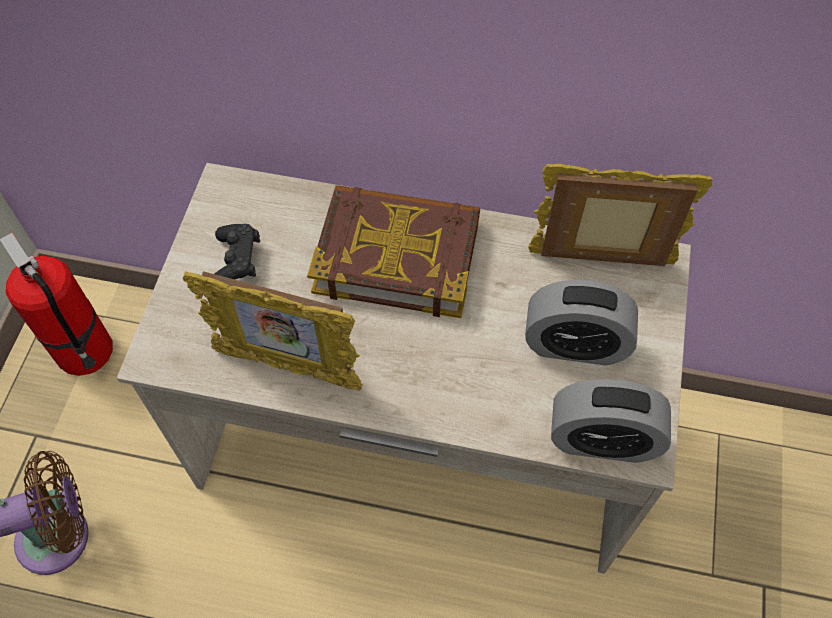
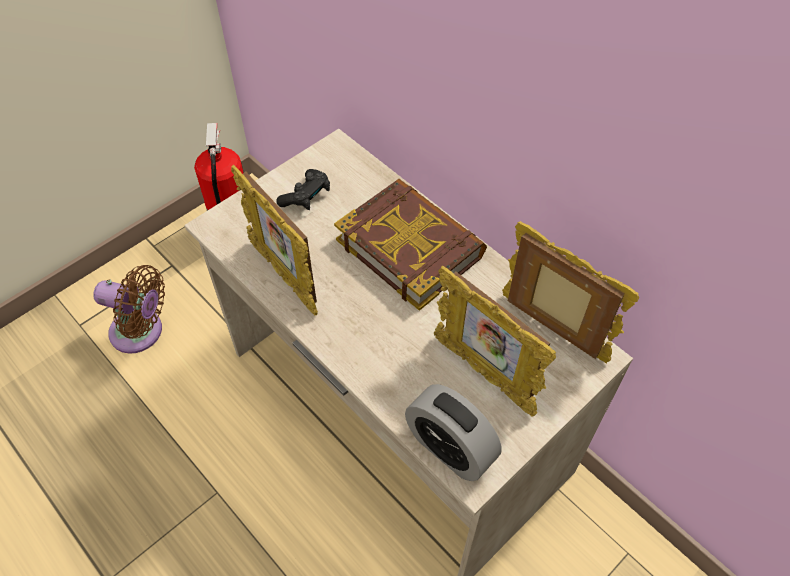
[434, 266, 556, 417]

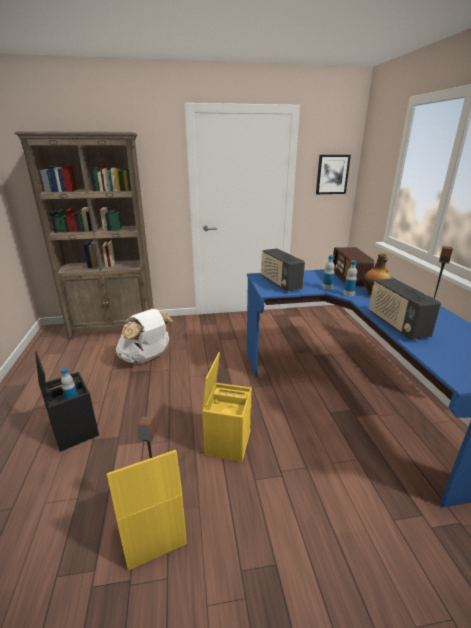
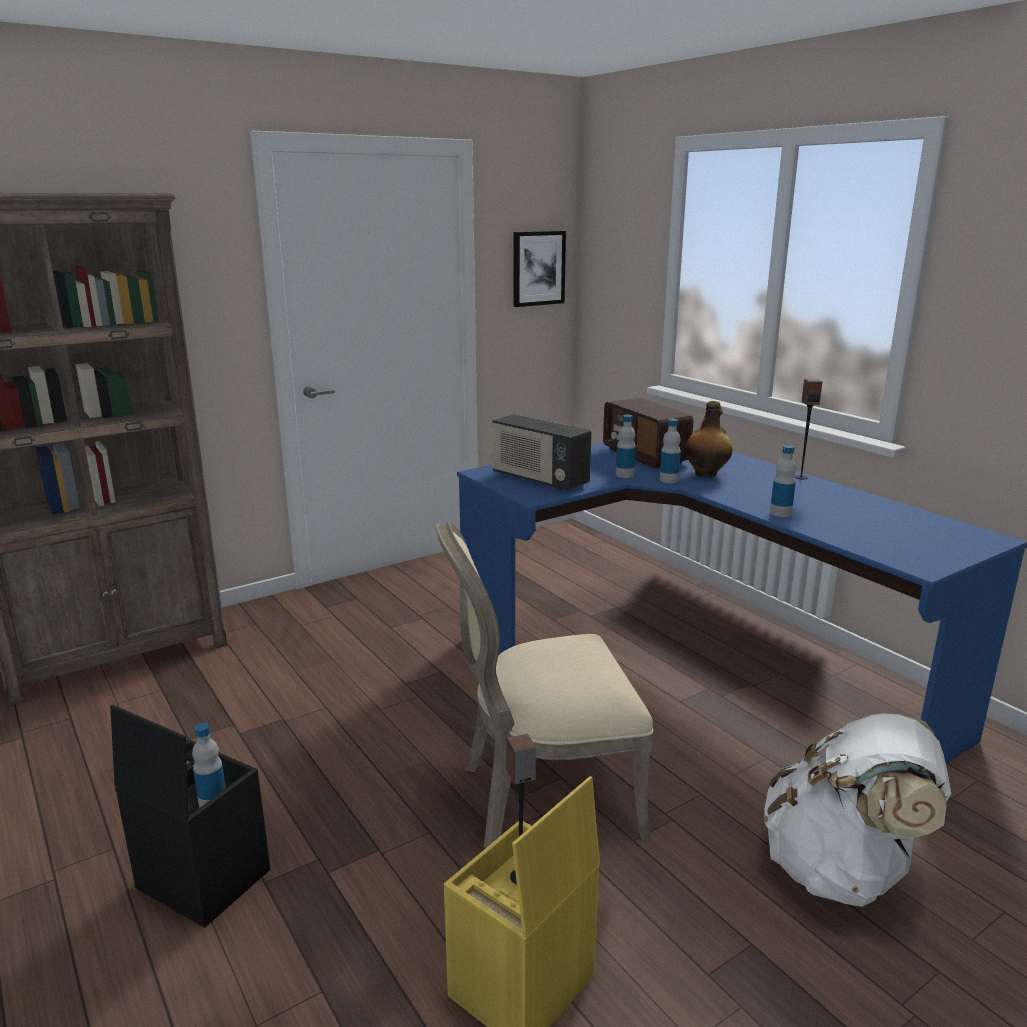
[764, 713, 951, 907]
[435, 521, 653, 848]
[770, 445, 796, 517]

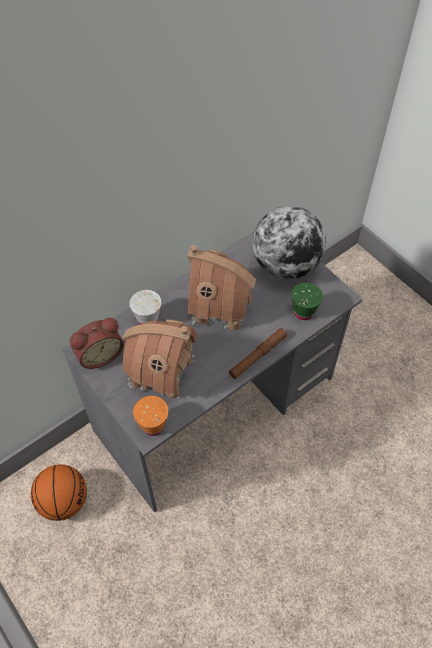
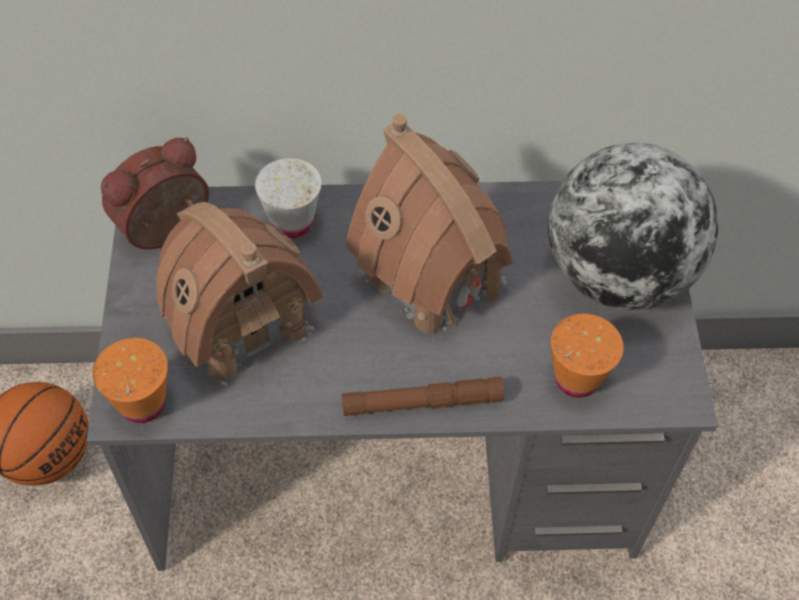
[550, 314, 624, 398]
[101, 137, 209, 250]

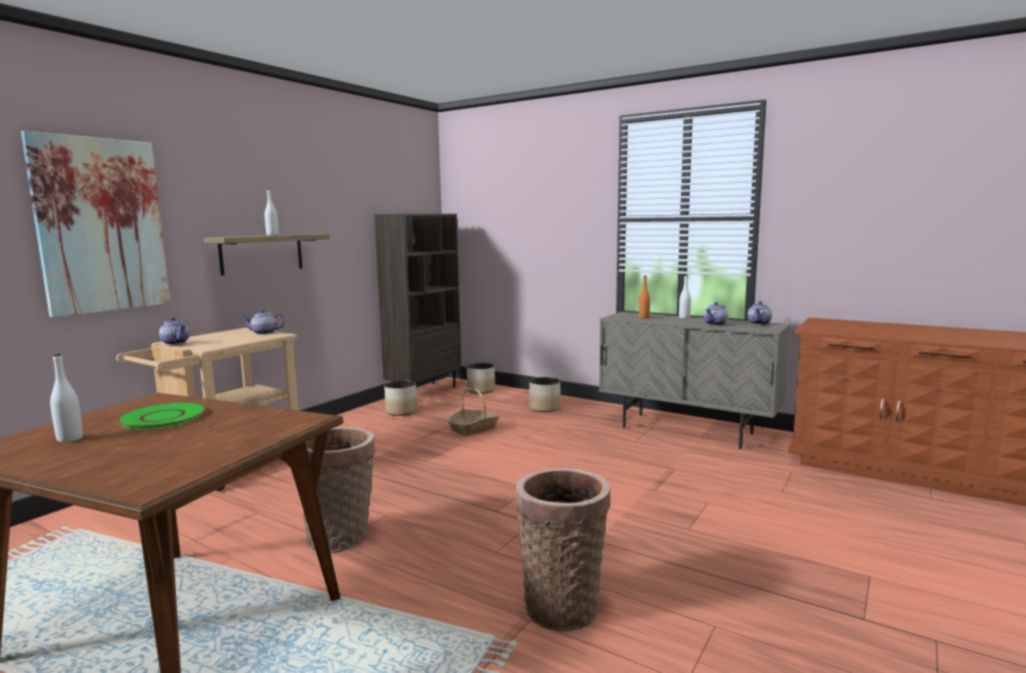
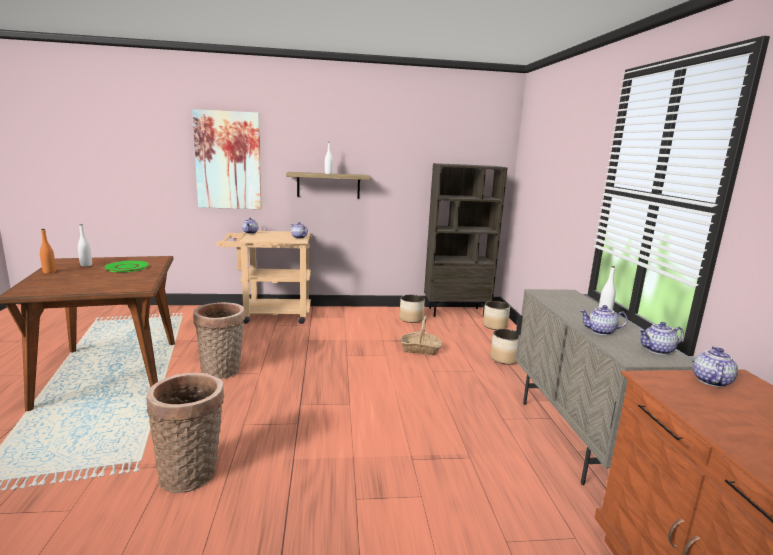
[693, 347, 738, 387]
[40, 229, 56, 274]

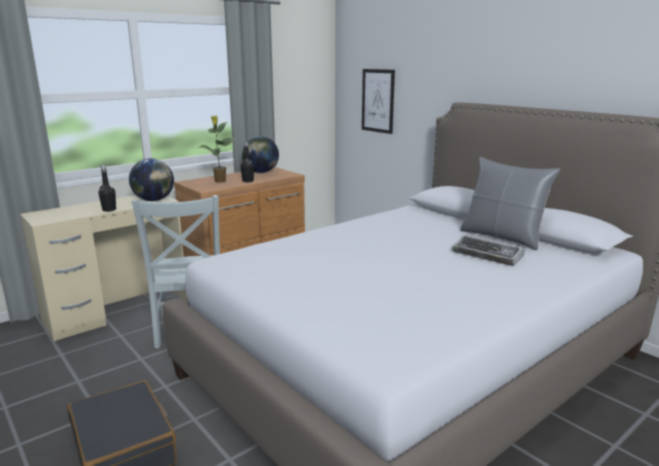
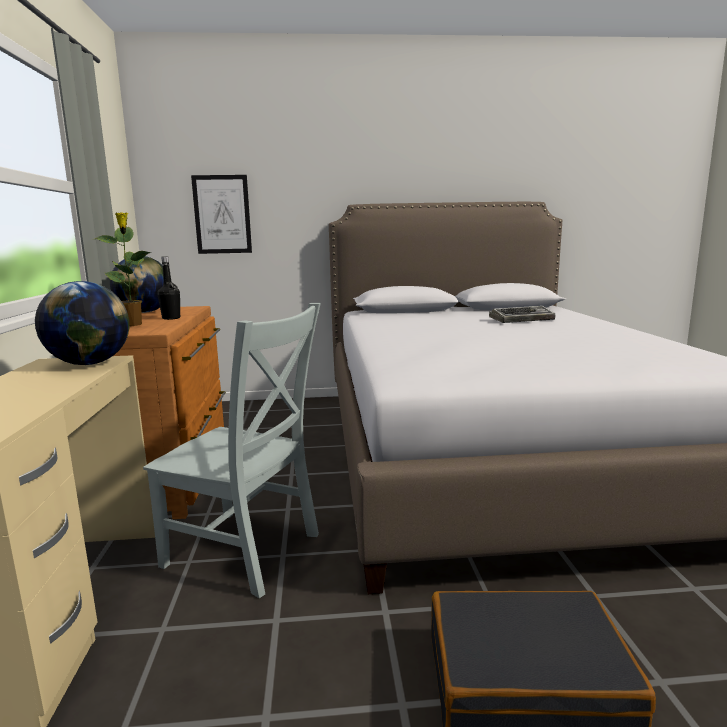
[98, 165, 116, 212] (first image)
[460, 157, 560, 250] (first image)

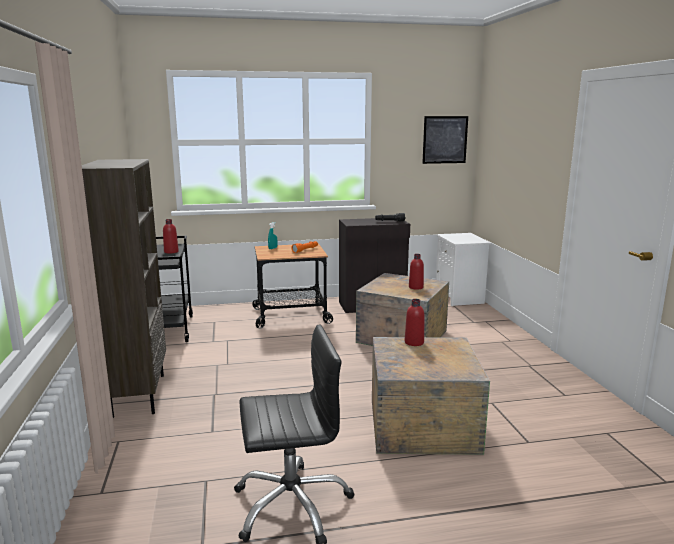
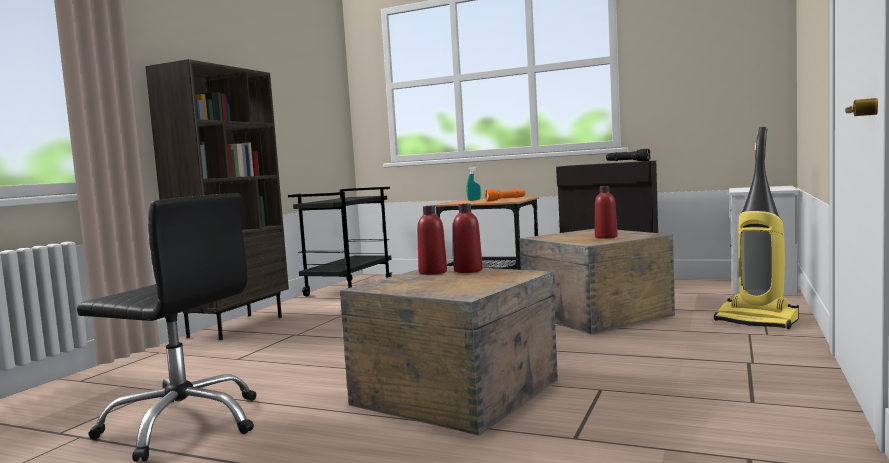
[422, 116, 468, 164] (first image)
[714, 127, 799, 329]
[417, 206, 447, 275]

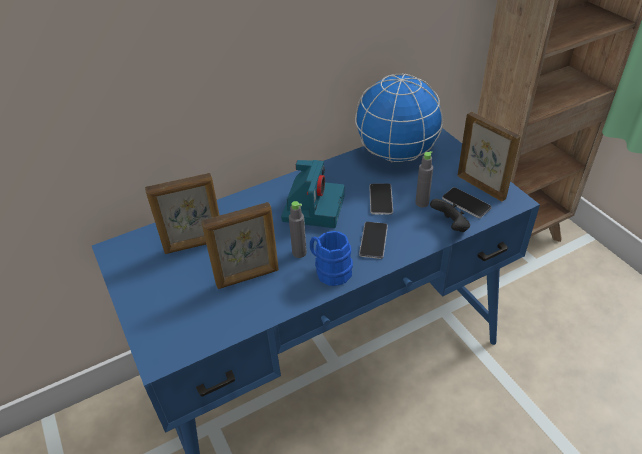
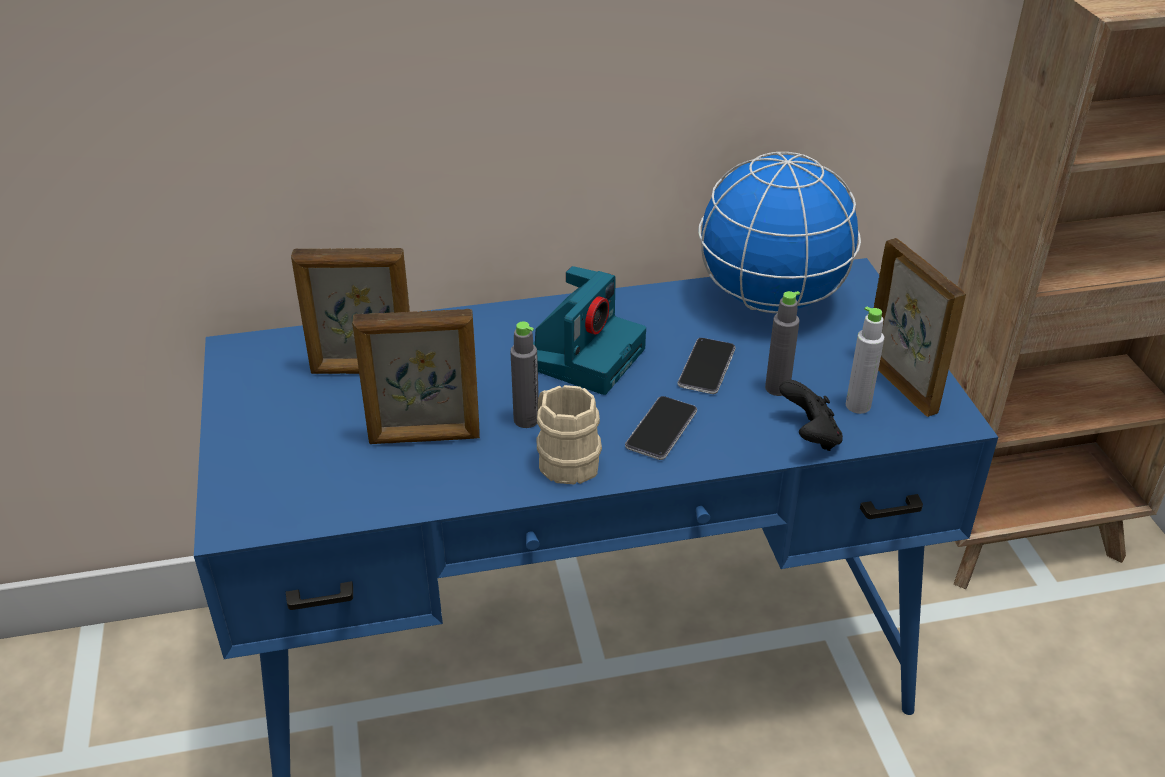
[846, 306, 884, 414]
[536, 385, 602, 485]

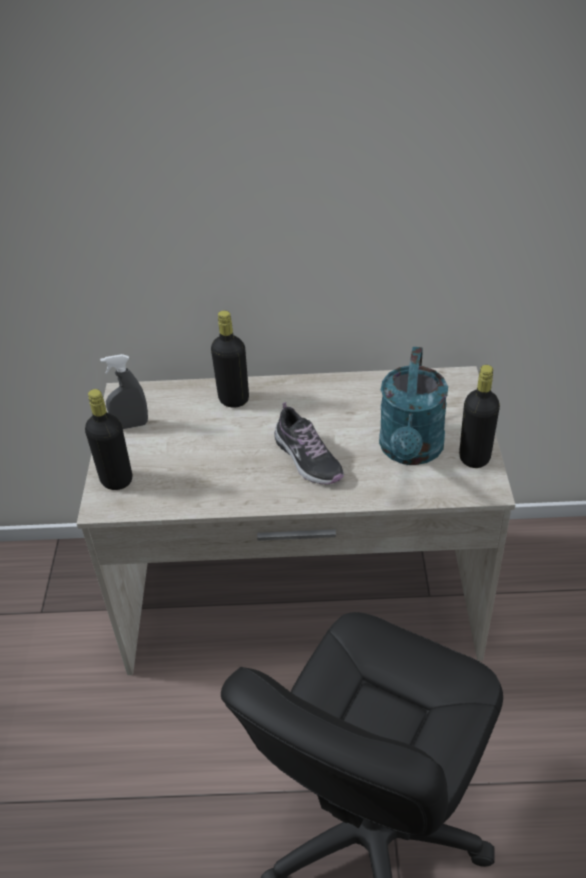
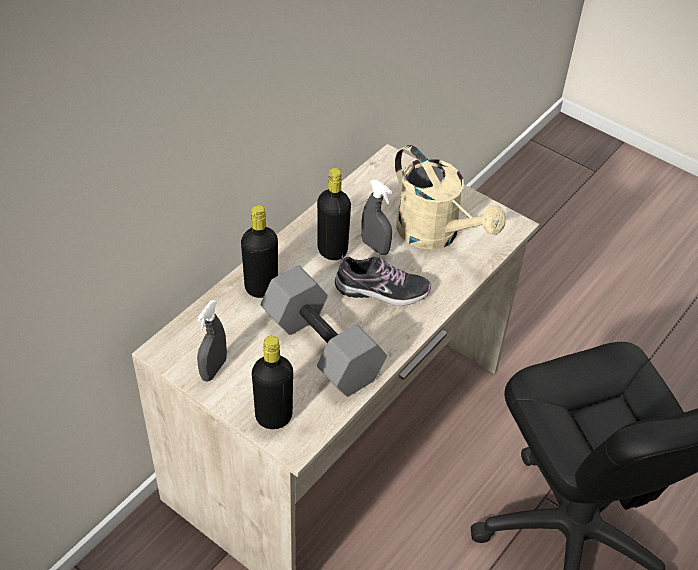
[261, 266, 387, 397]
[361, 179, 392, 255]
[317, 168, 351, 260]
[395, 145, 506, 250]

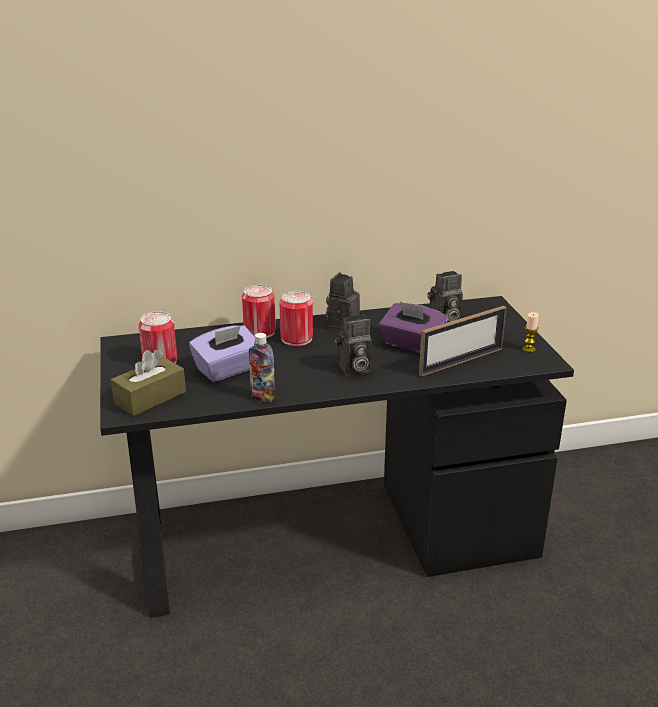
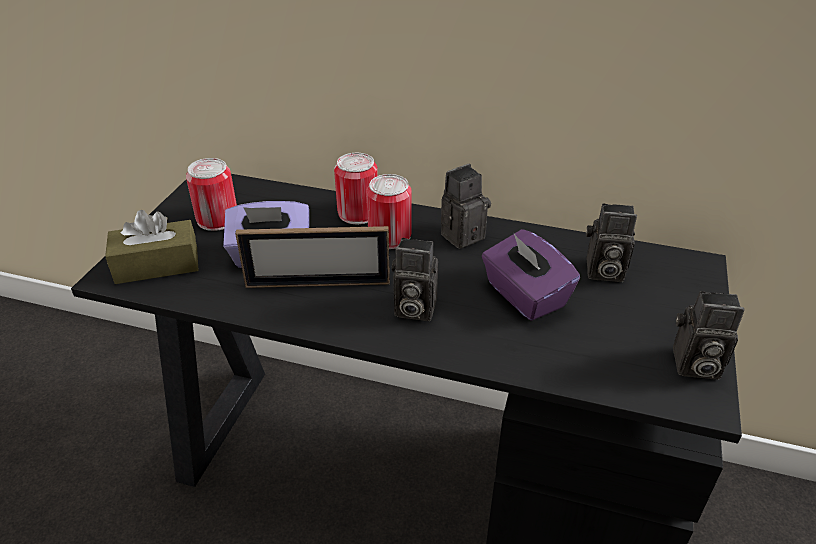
[249, 333, 275, 402] (first image)
[235, 226, 390, 288]
[673, 291, 745, 380]

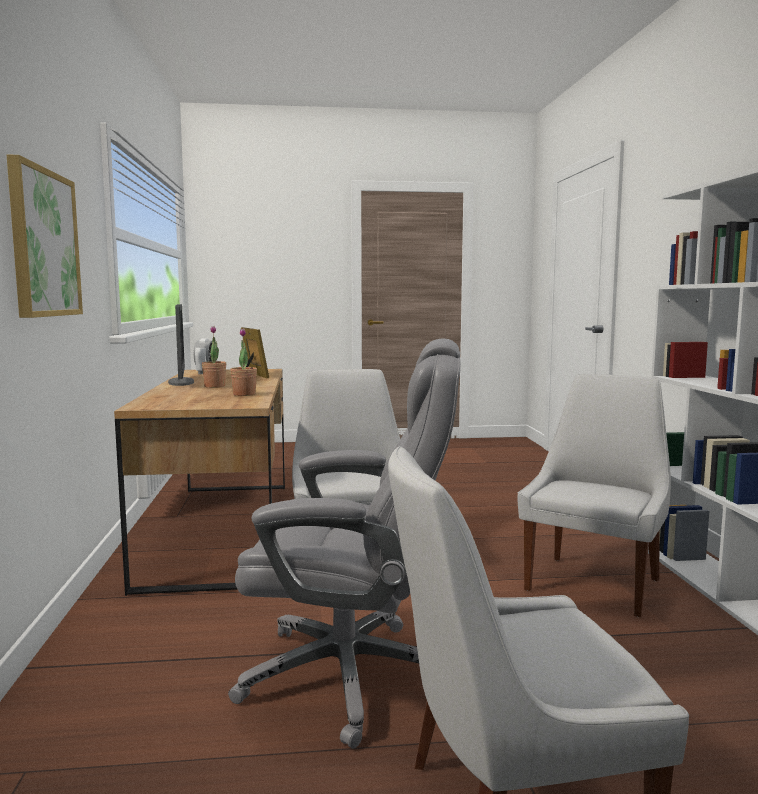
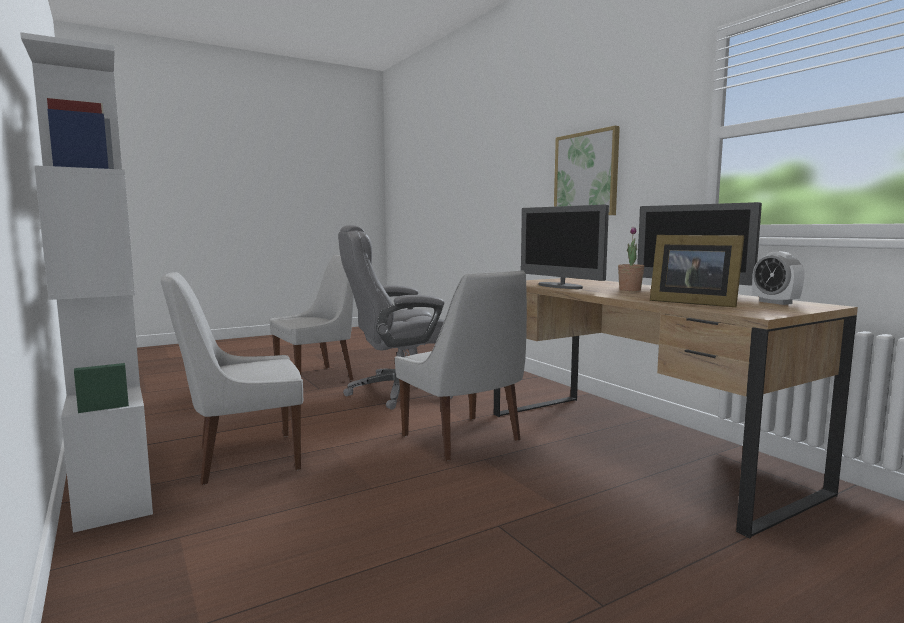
[521, 204, 609, 289]
[161, 272, 303, 485]

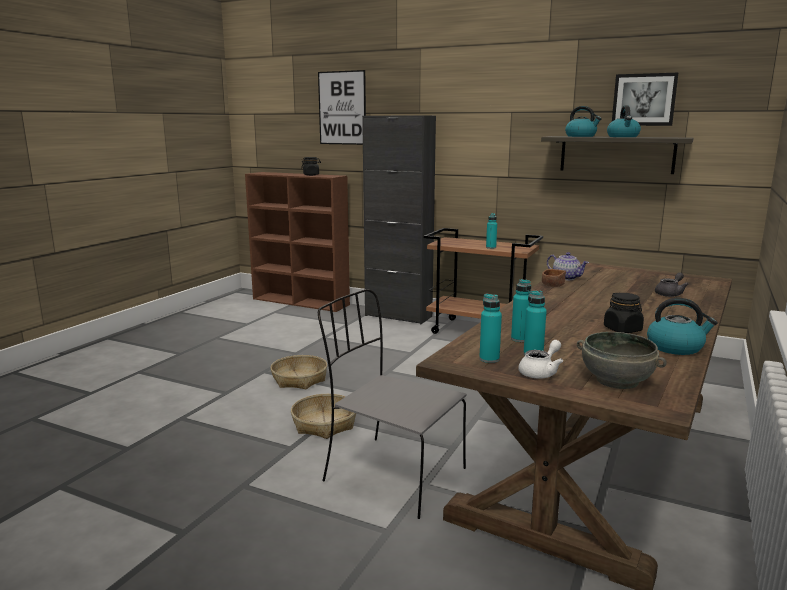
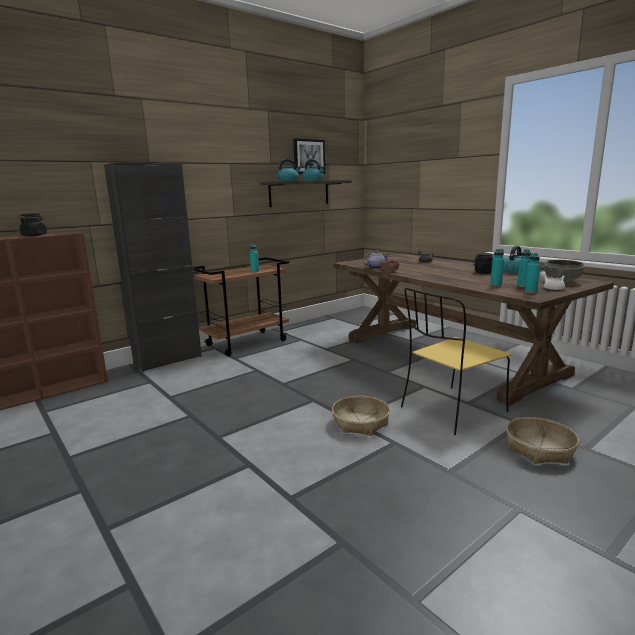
[318, 70, 366, 145] (first image)
[506, 417, 579, 464]
[401, 288, 512, 435]

